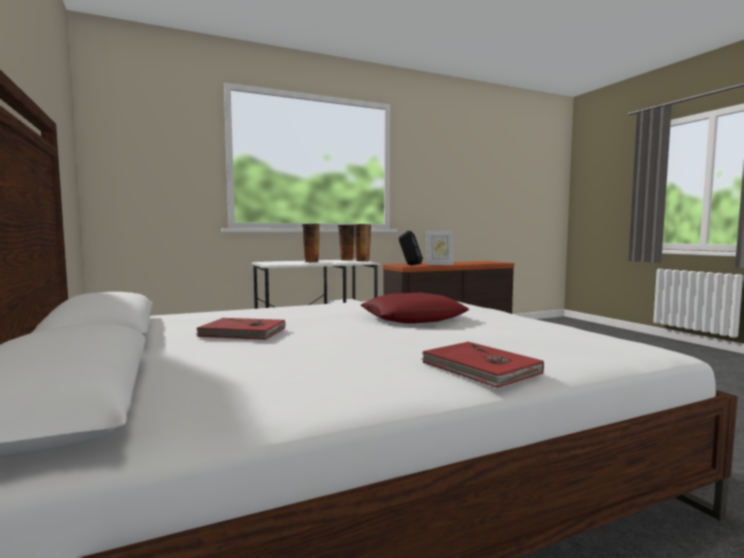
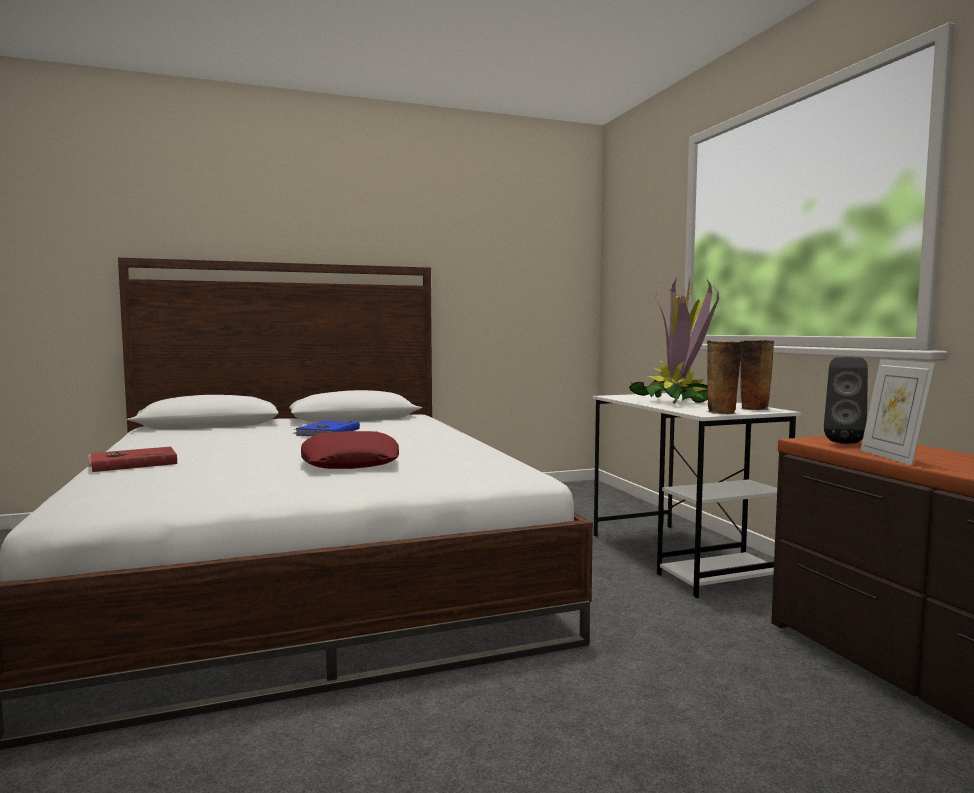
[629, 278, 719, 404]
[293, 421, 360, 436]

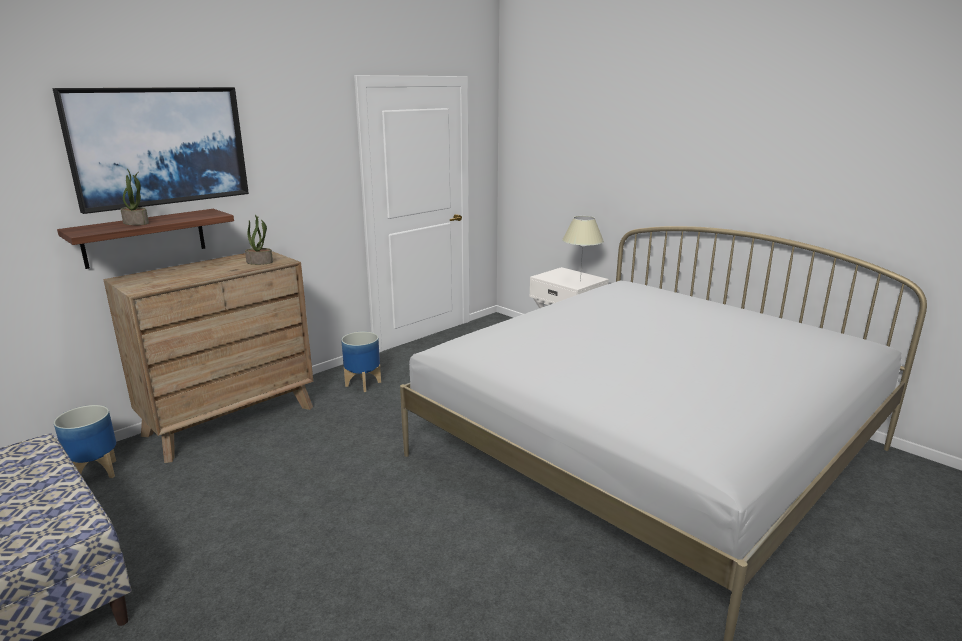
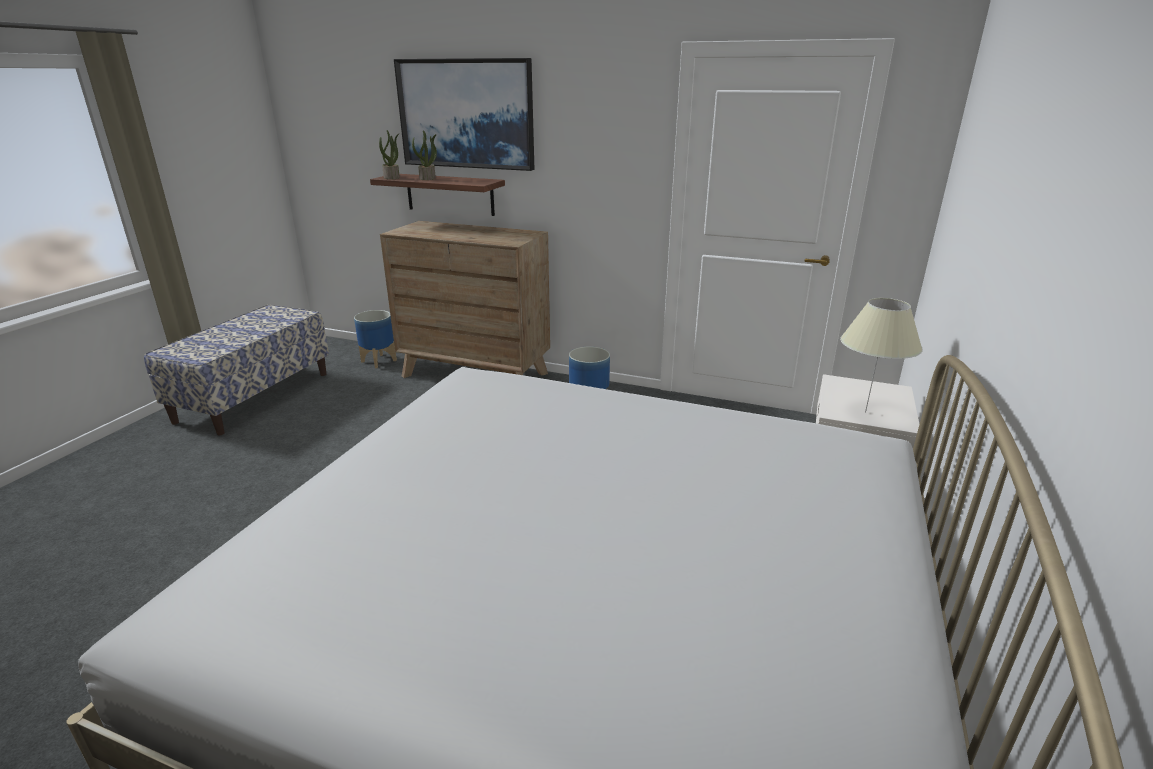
[379, 130, 400, 179]

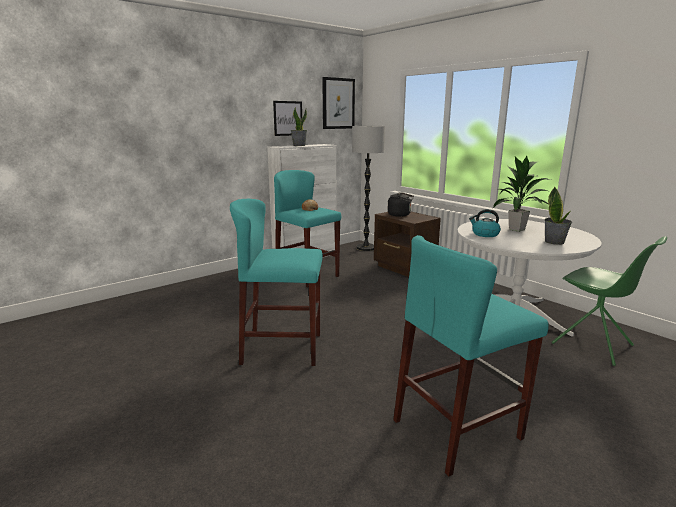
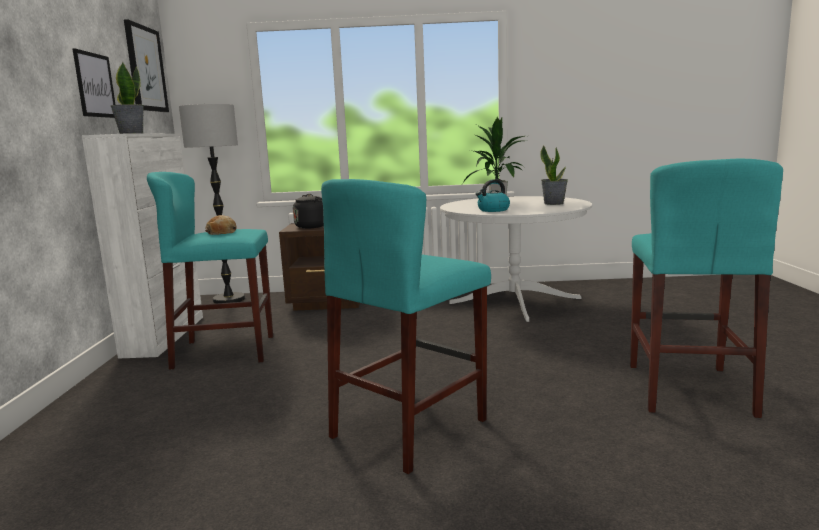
[552, 236, 667, 366] (first image)

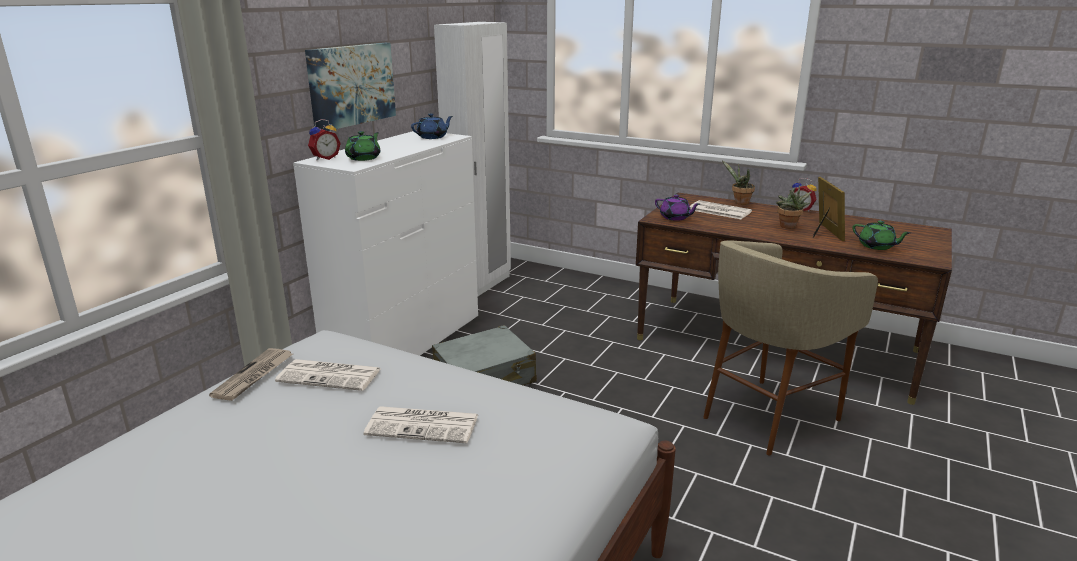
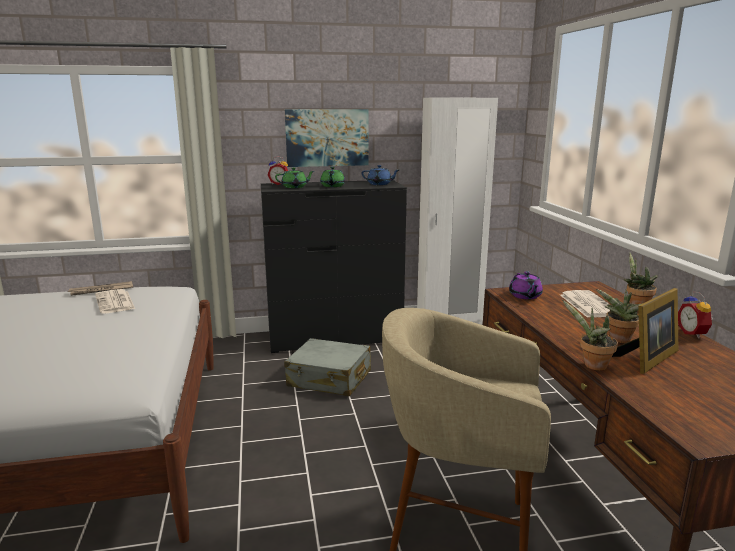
[363, 406, 478, 443] (first image)
[562, 300, 618, 371]
[320, 167, 345, 187]
[261, 180, 407, 353]

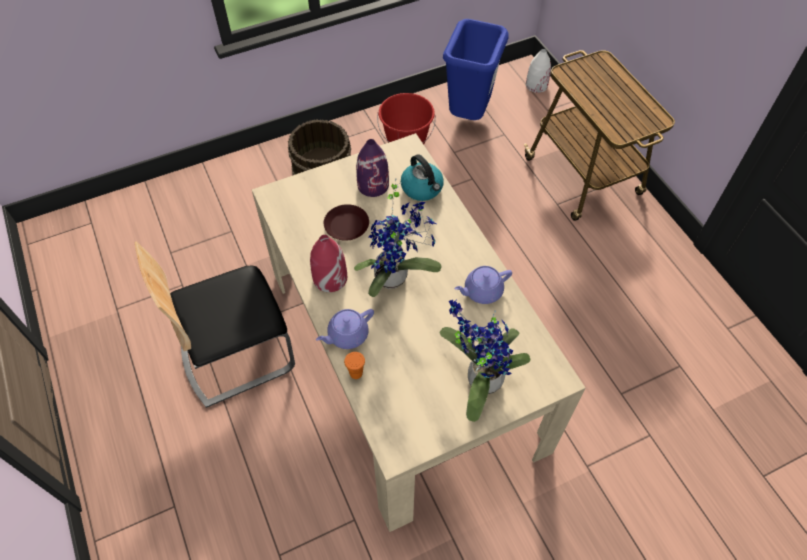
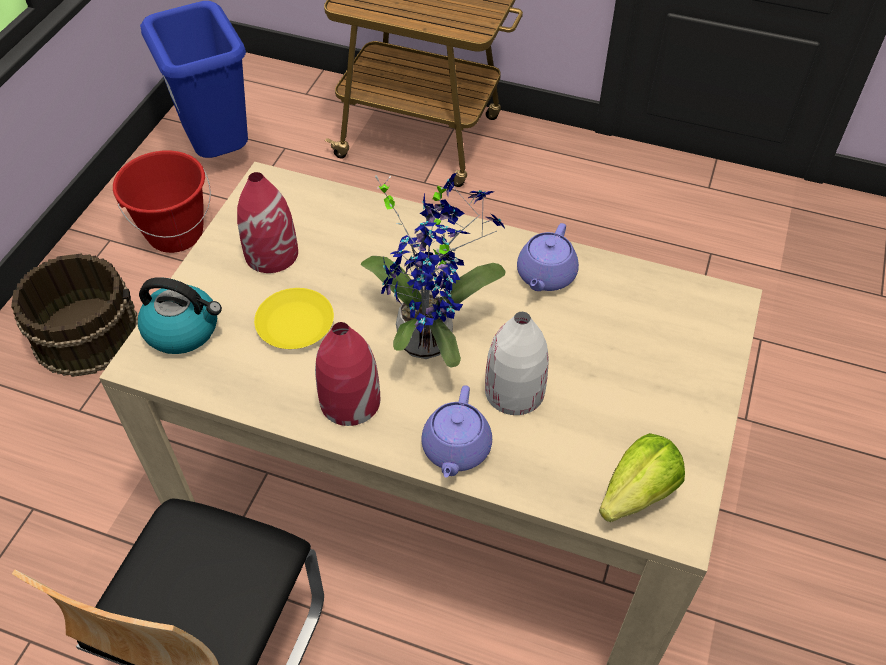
[344, 352, 365, 379] (first image)
[440, 300, 530, 422] (first image)
[599, 433, 685, 522]
[138, 277, 222, 354]
[485, 312, 549, 415]
[254, 288, 334, 349]
[237, 172, 298, 273]

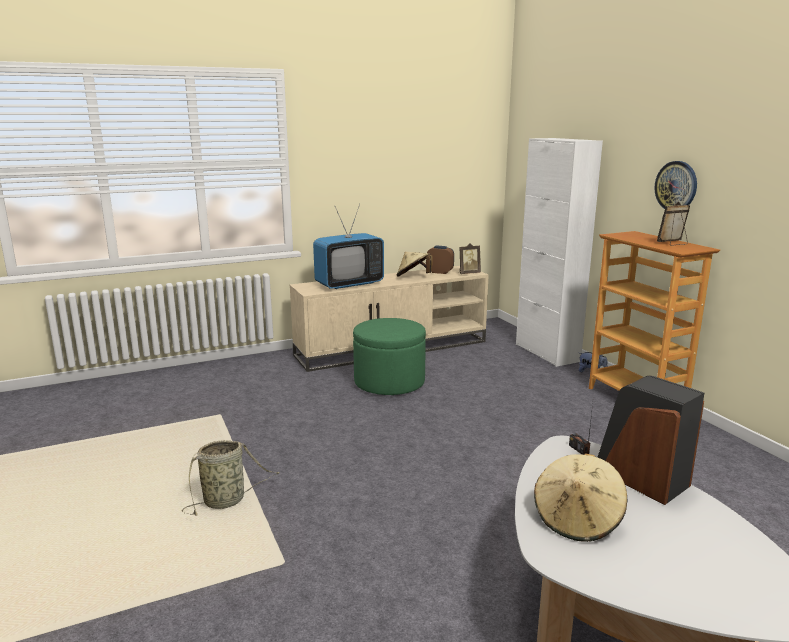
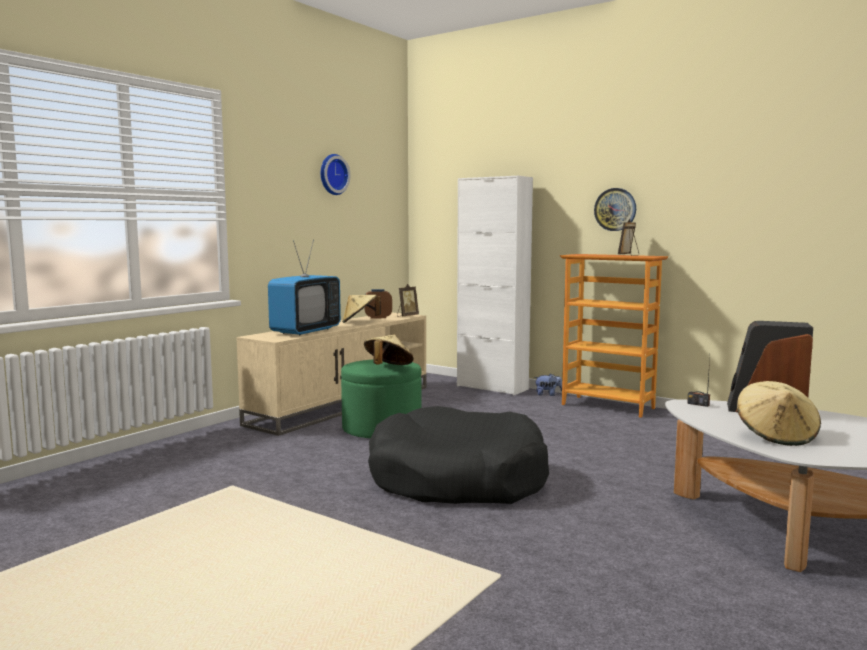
[182, 440, 280, 516] (first image)
[321, 154, 350, 195]
[364, 335, 413, 365]
[368, 406, 549, 504]

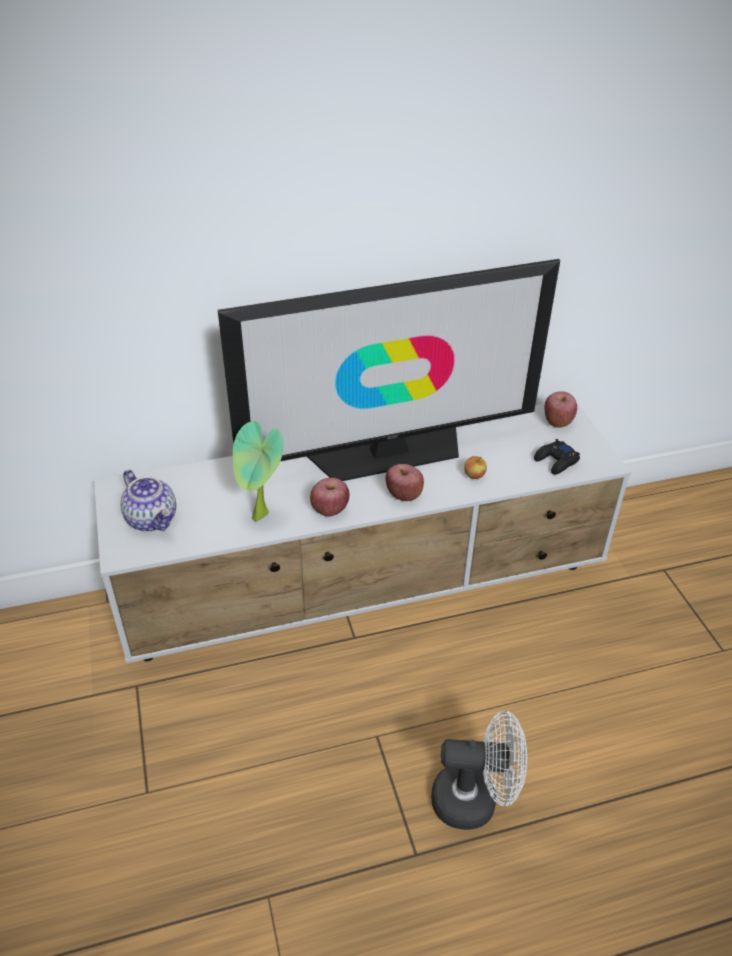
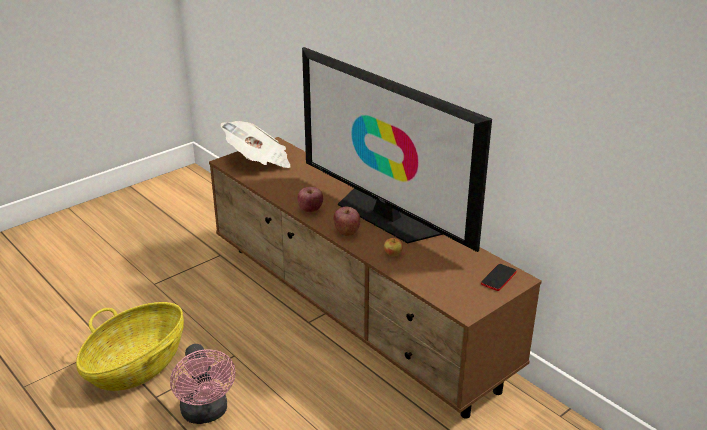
[233, 421, 283, 522] (first image)
[534, 439, 580, 475] (first image)
[76, 302, 184, 391]
[221, 121, 290, 168]
[481, 264, 516, 291]
[209, 137, 542, 419]
[170, 344, 235, 424]

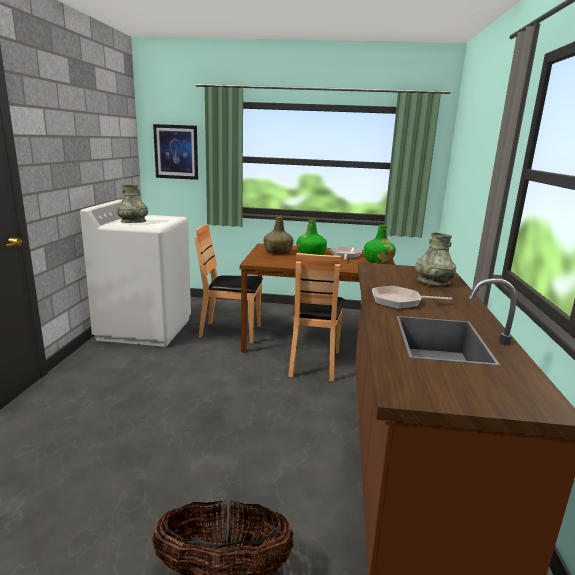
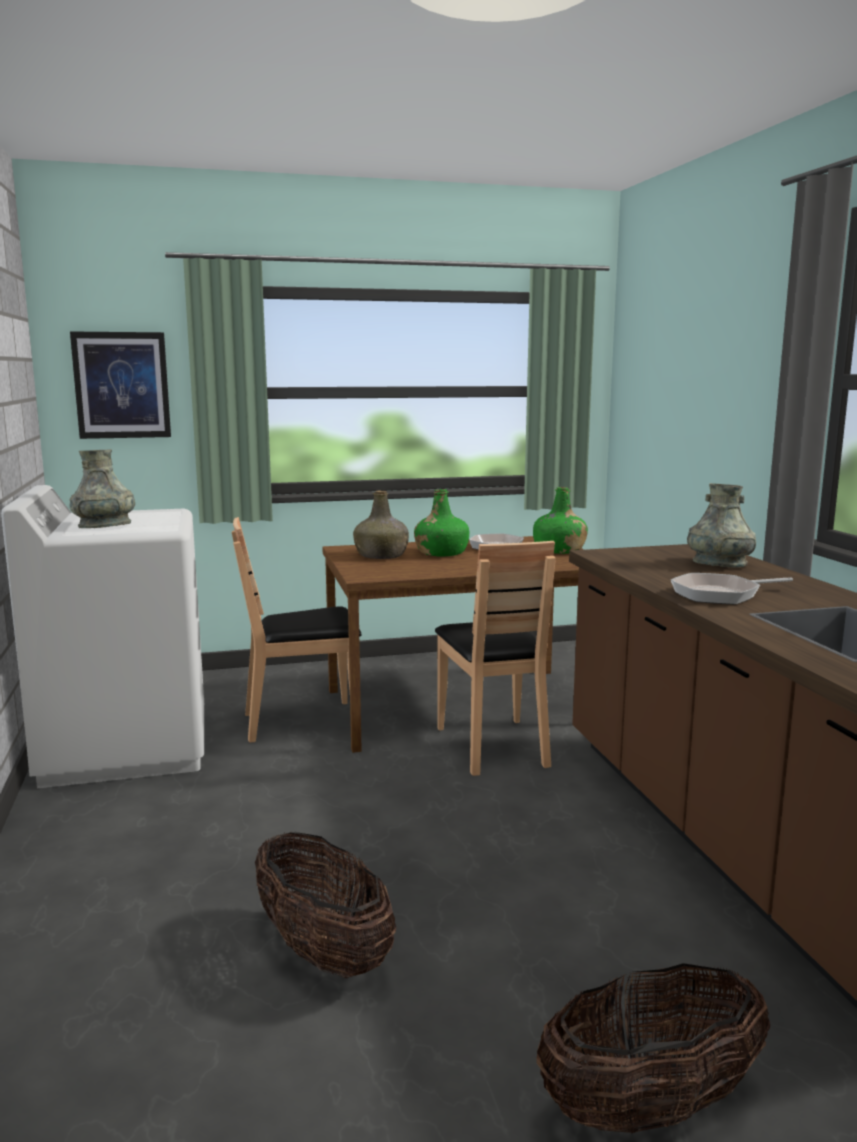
[255, 832, 396, 978]

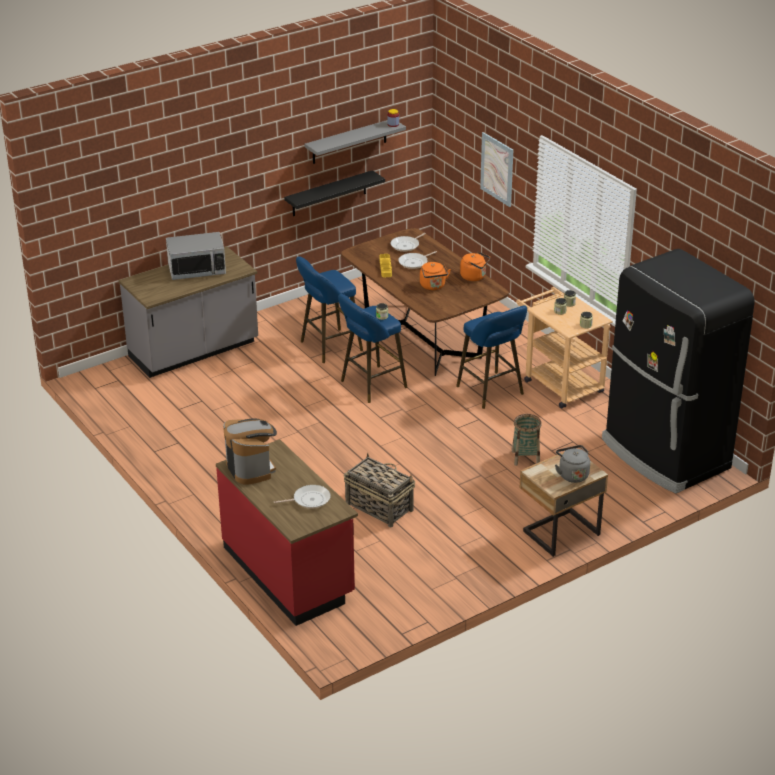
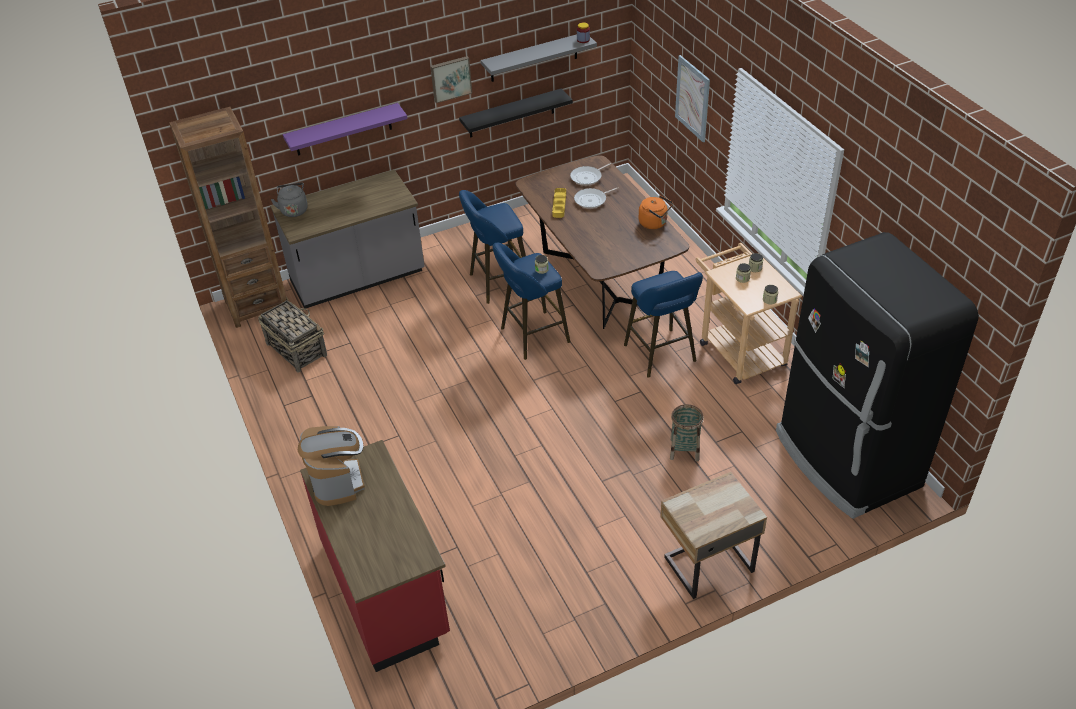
[166, 232, 226, 280] (first image)
[274, 485, 331, 509] (first image)
[420, 262, 451, 290] (first image)
[169, 107, 286, 328]
[283, 103, 408, 156]
[430, 56, 472, 103]
[258, 296, 327, 373]
[271, 183, 308, 217]

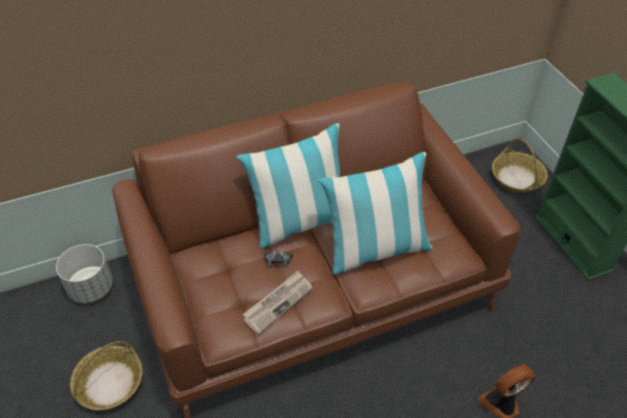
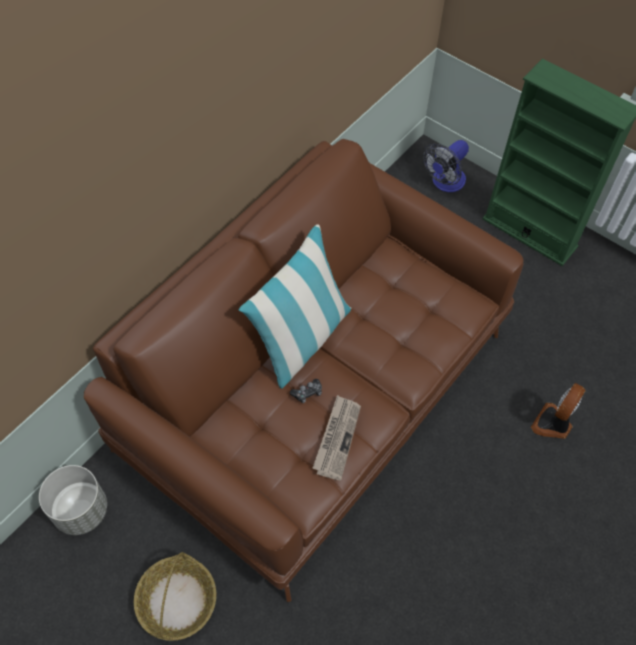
[318, 152, 433, 275] (first image)
[423, 140, 469, 192]

